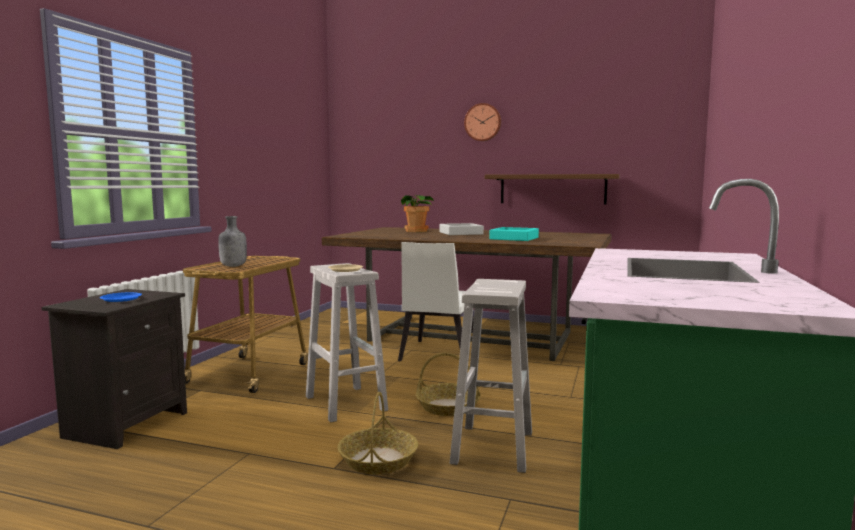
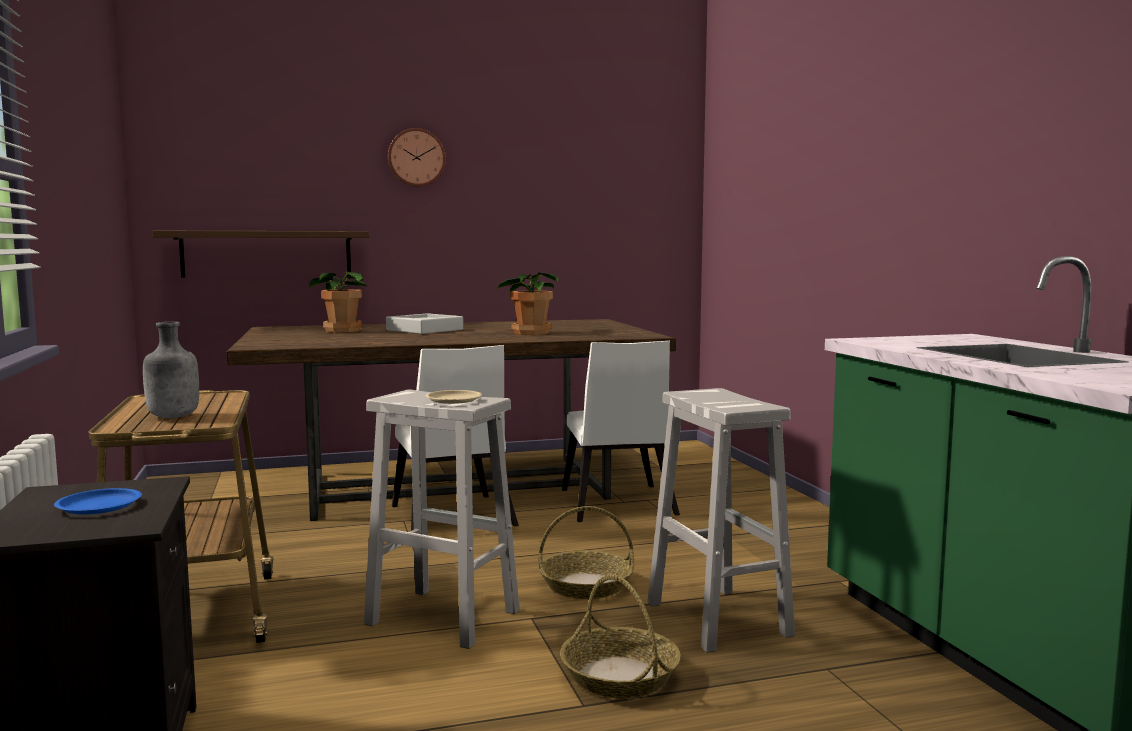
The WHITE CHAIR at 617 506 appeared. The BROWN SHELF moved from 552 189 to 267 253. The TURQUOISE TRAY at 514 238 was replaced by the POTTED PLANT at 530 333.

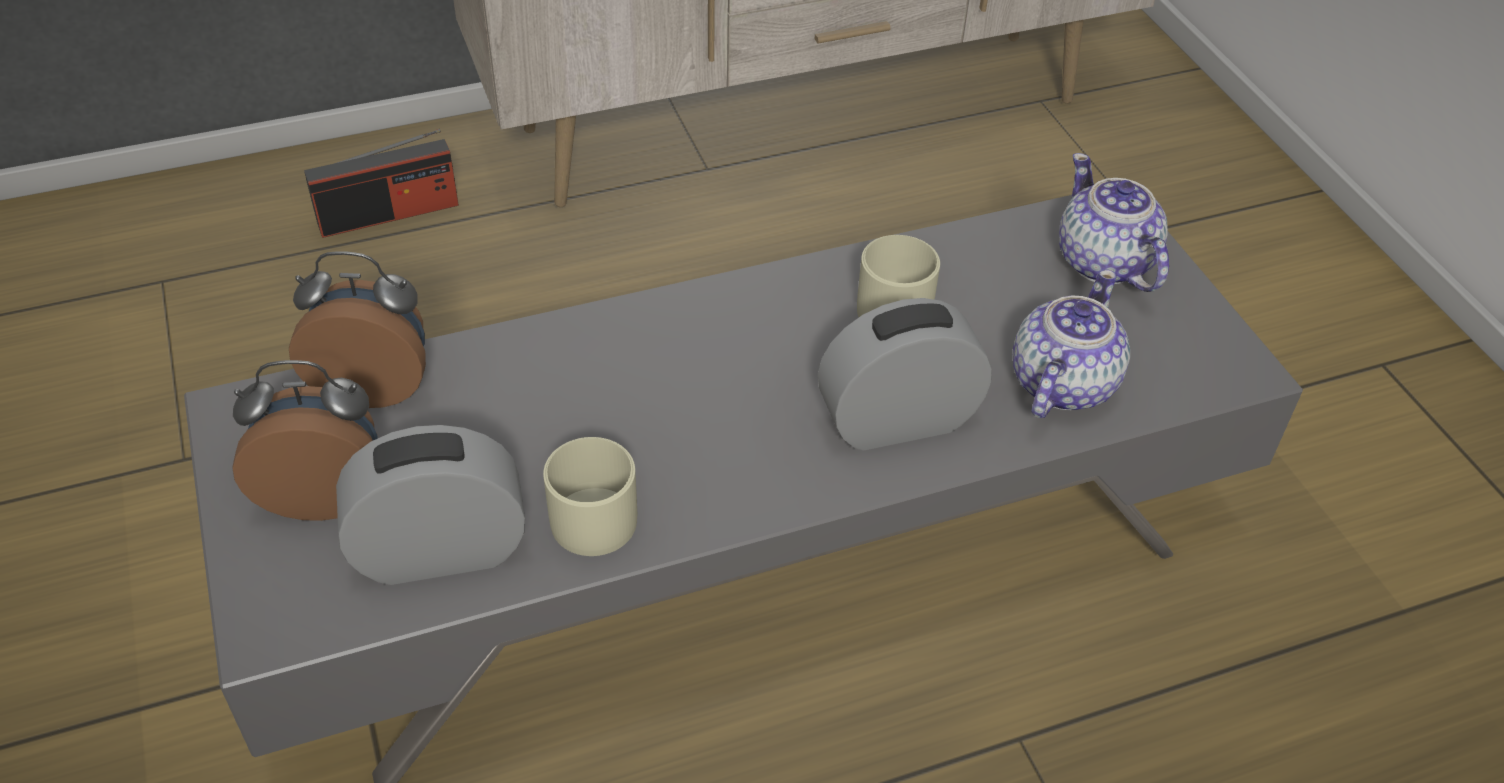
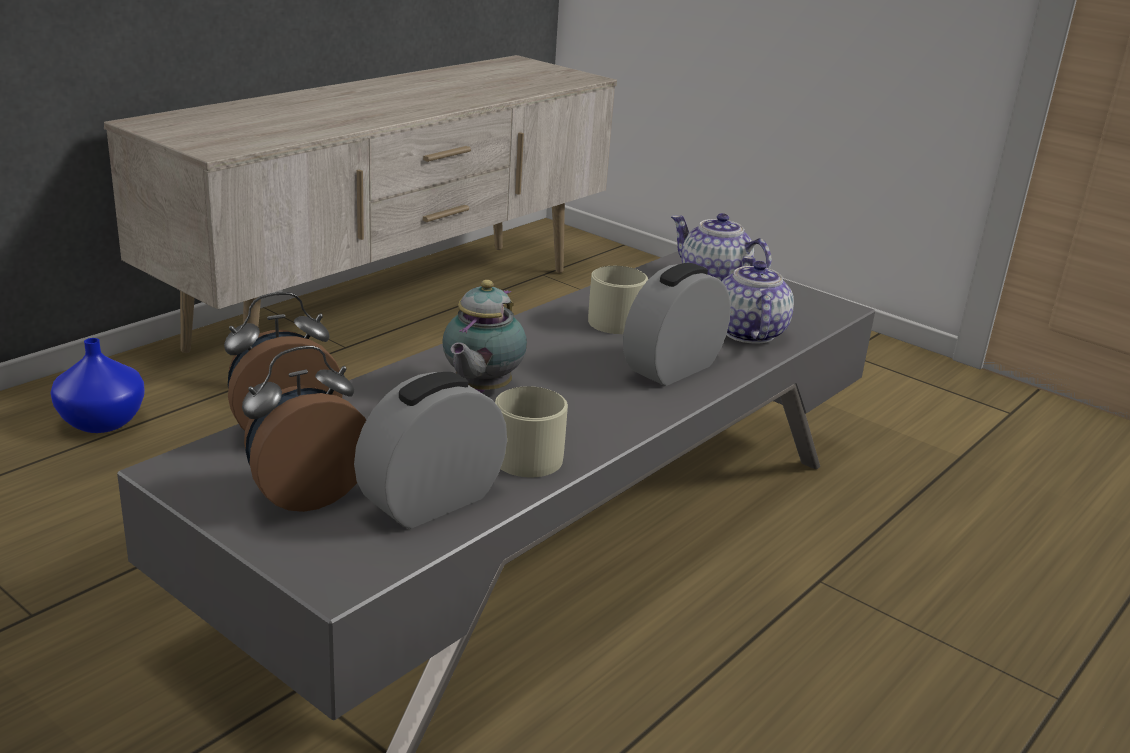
The TEAPOT at 480 390 appeared. The RADIO at 389 214 was replaced by the BLUE VASE at 102 421.

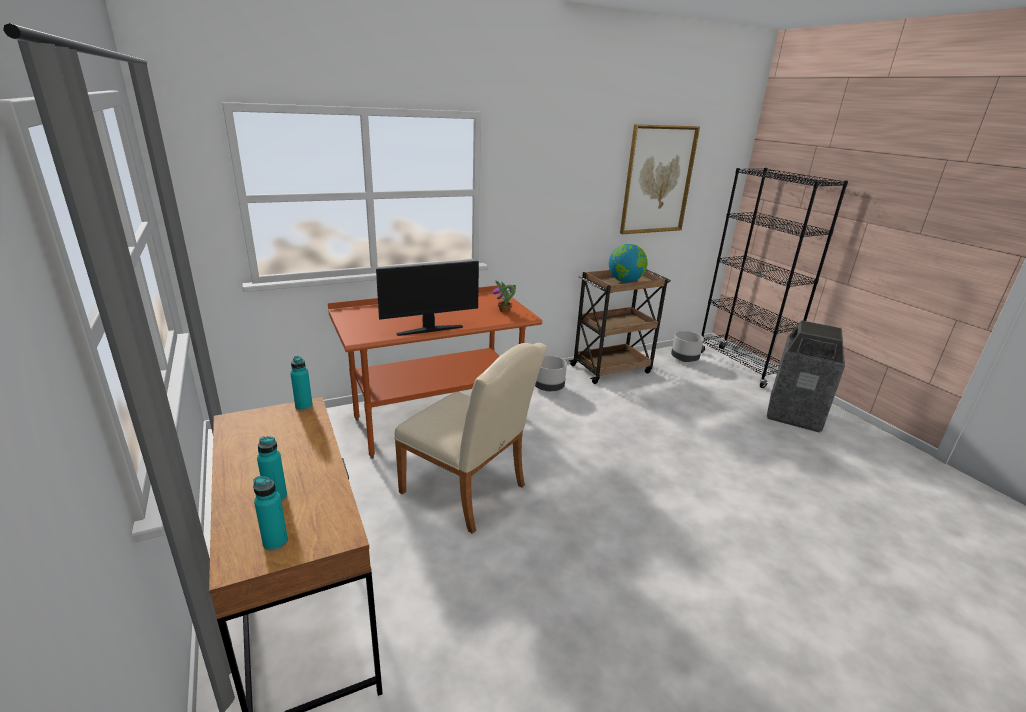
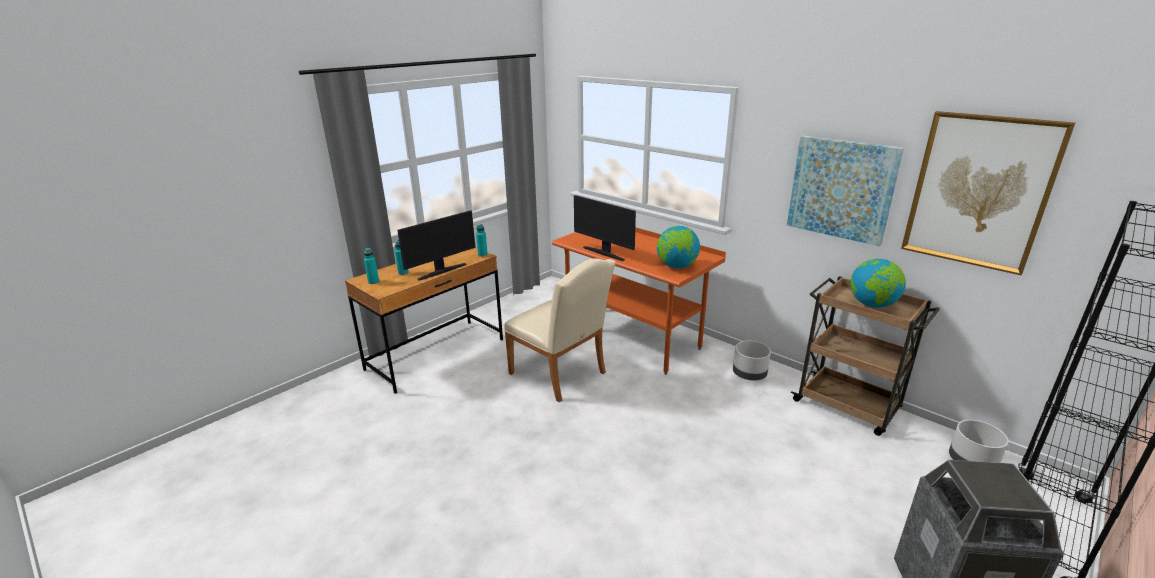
The MONITOR at 441 271 appeared. The PICTURE at 841 189 appeared. The POTTED PLANT at 504 310 was replaced by the GLOBE at 676 266. The BEIGE CHAIR at 469 492 turned 60 degrees counterclockwise.

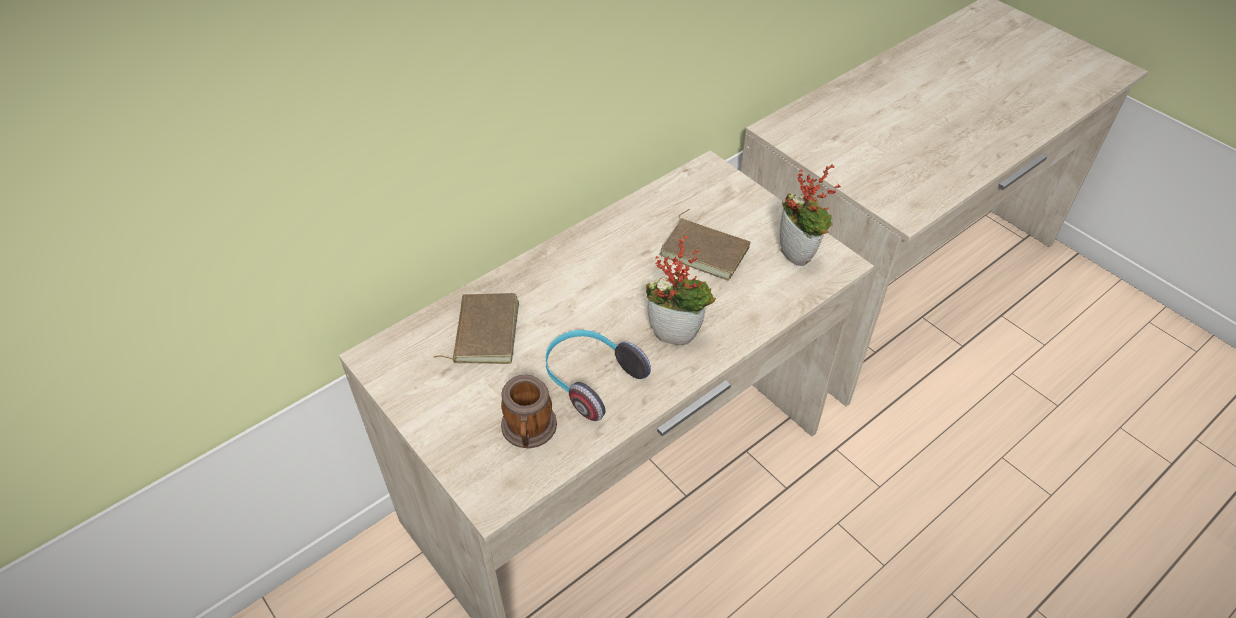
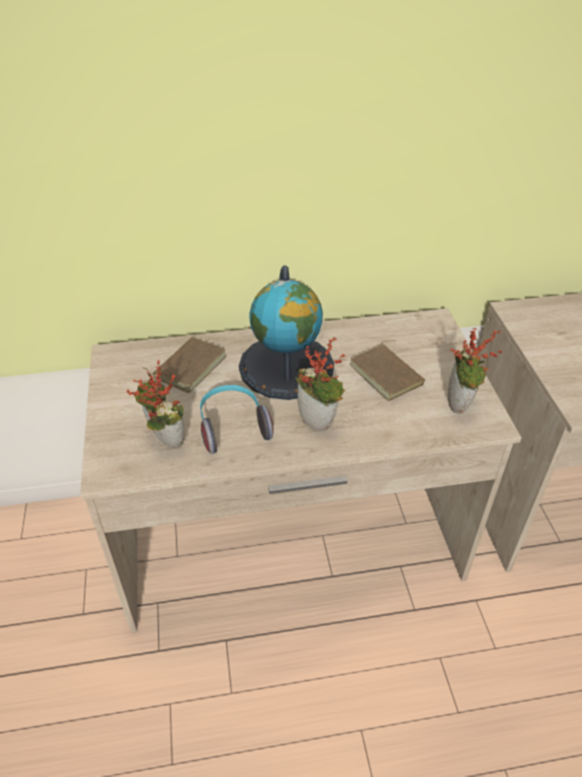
The GLOBE at 287 366 appeared. The MUG at 529 431 was replaced by the POTTED PLANT at 164 441.

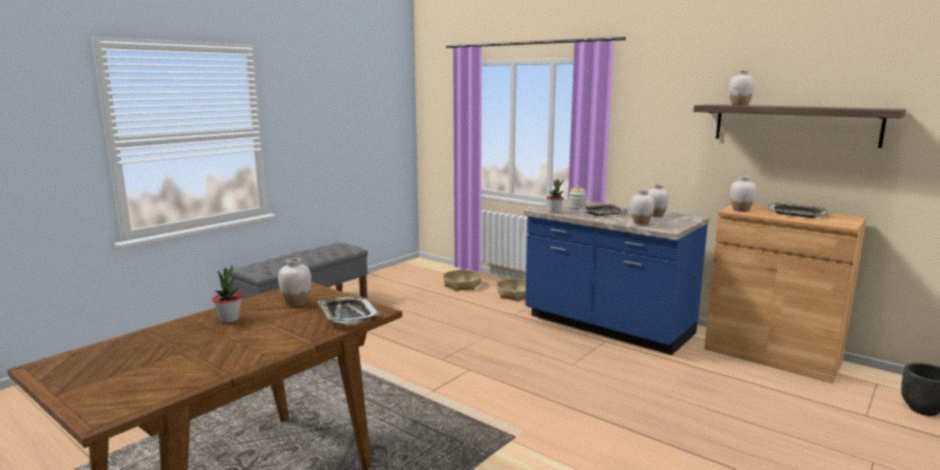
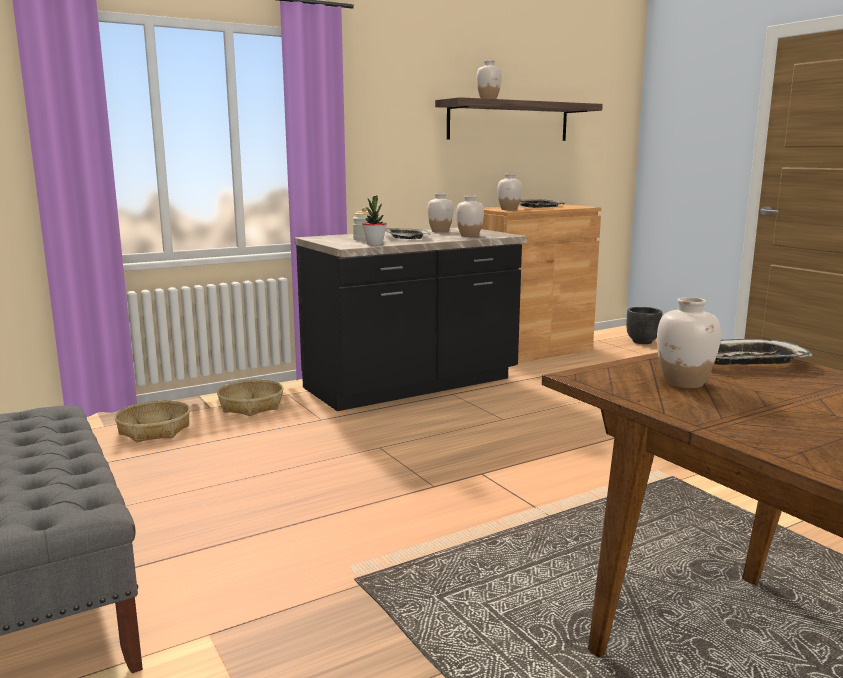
The POTTED PLANT at 229 319 disappeared. The BLUE COUNTER at 607 326 became the BLACK COUNTER at 412 385.

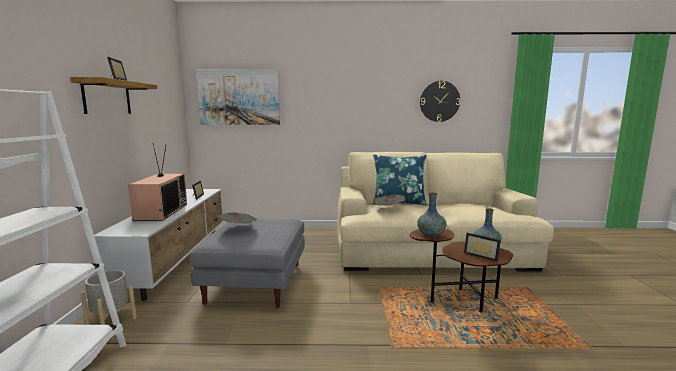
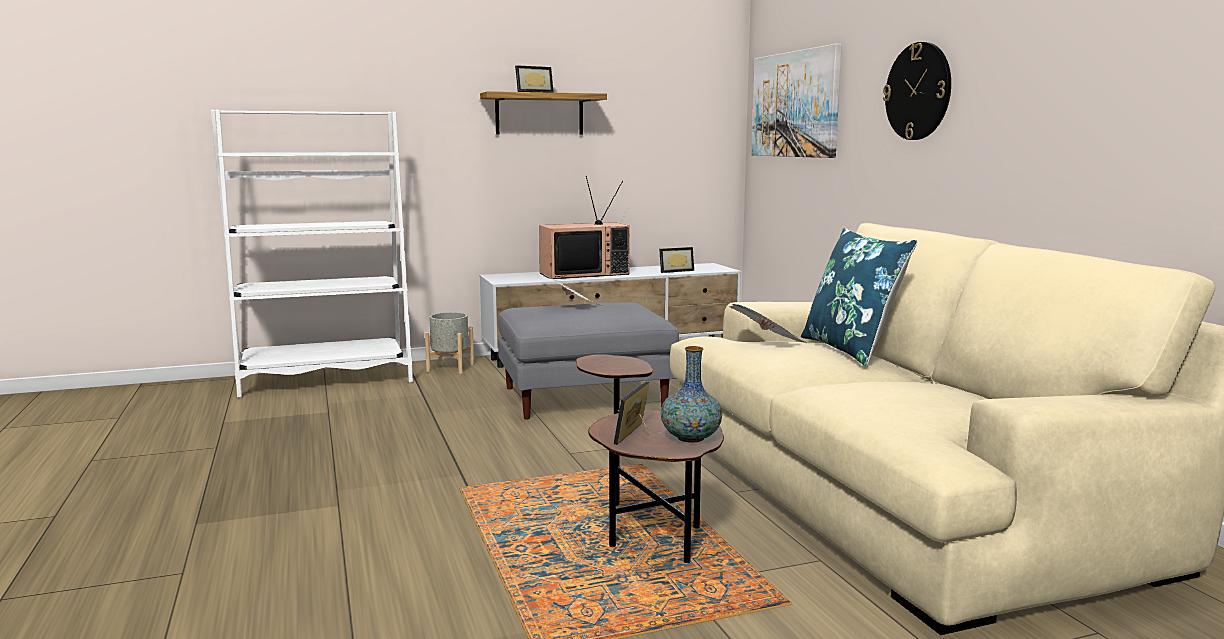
The VASE at 431 235 disappeared. The WALL CLOCK moved from 439 101 to 918 91.

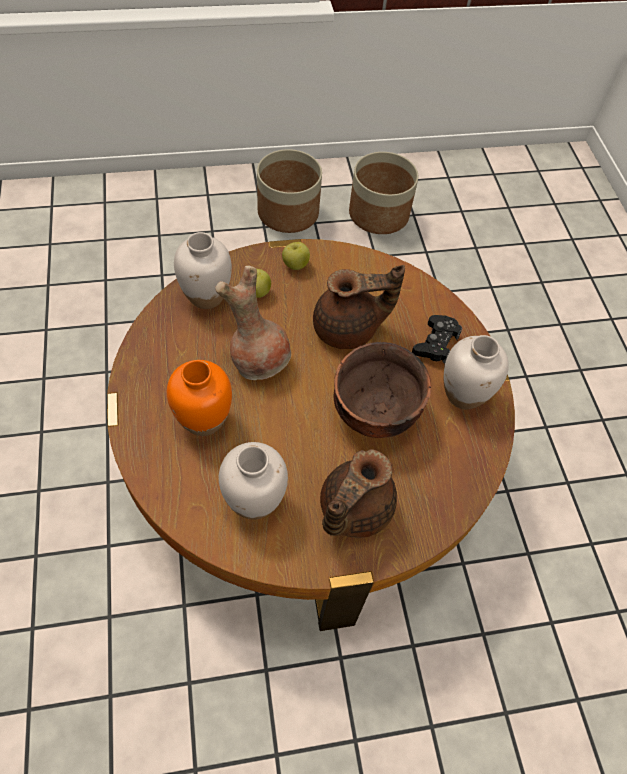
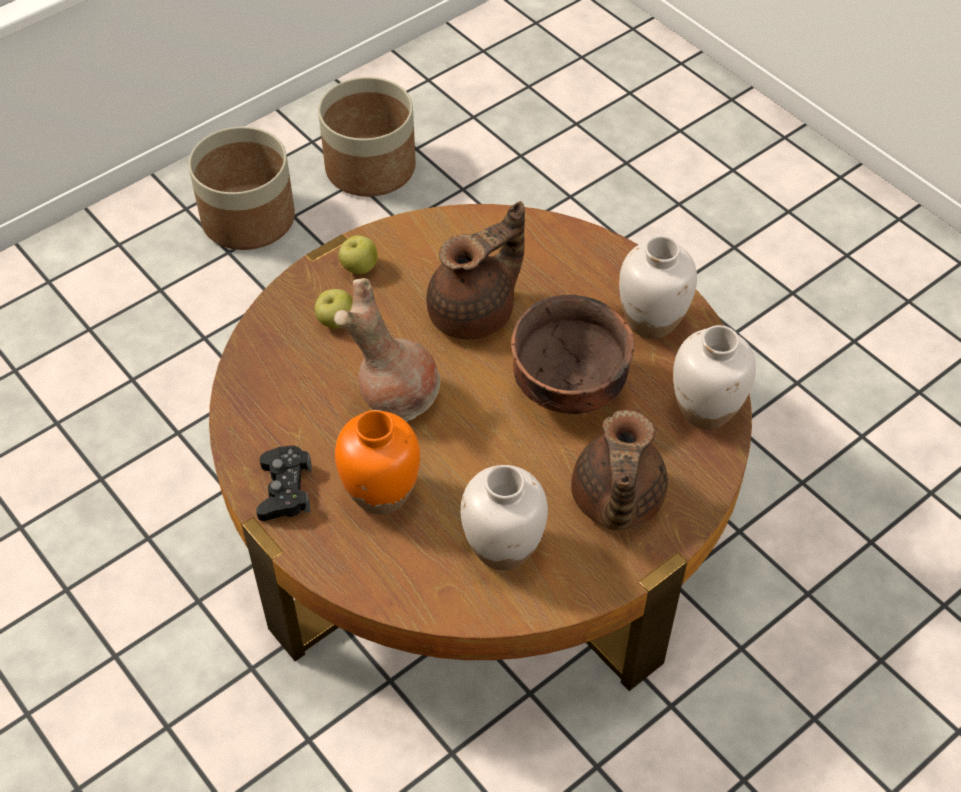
The WHITE VASE moved from 206 296 to 706 410. The BLACK GAME CONTROLLER moved from 436 343 to 285 490.

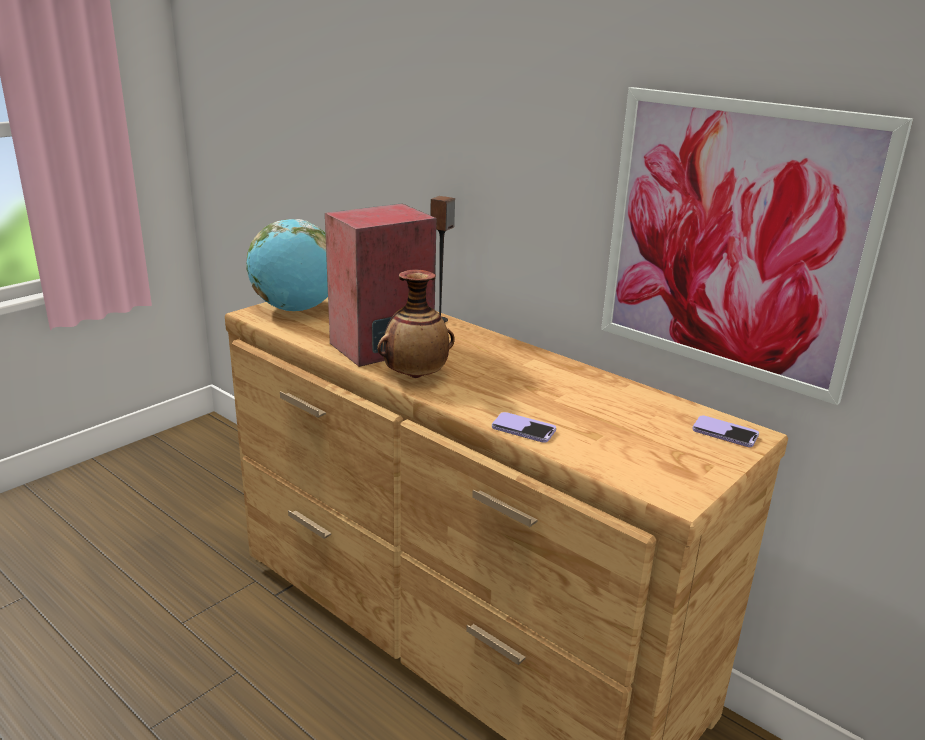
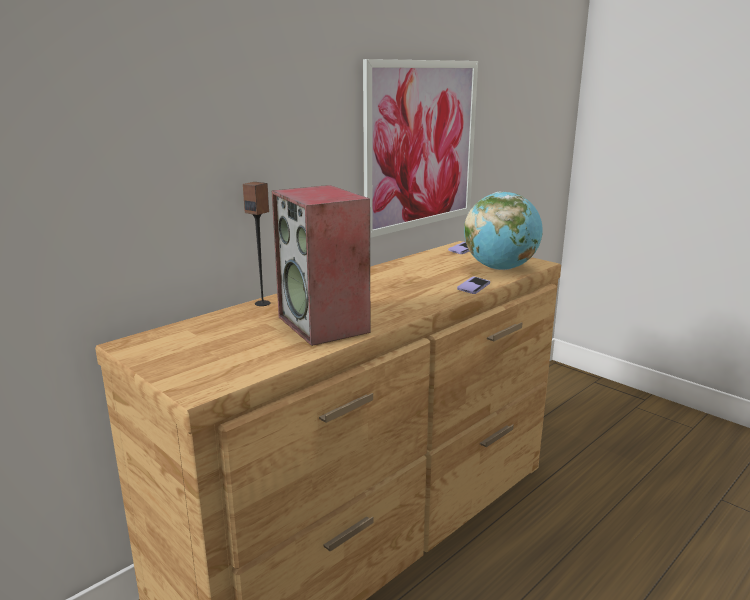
The VASE at 415 376 disappeared. The GLOBE moved from 296 309 to 500 268.

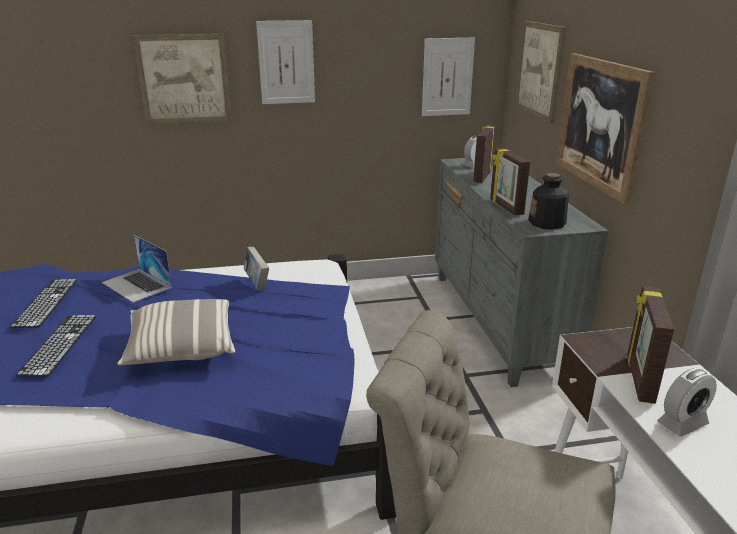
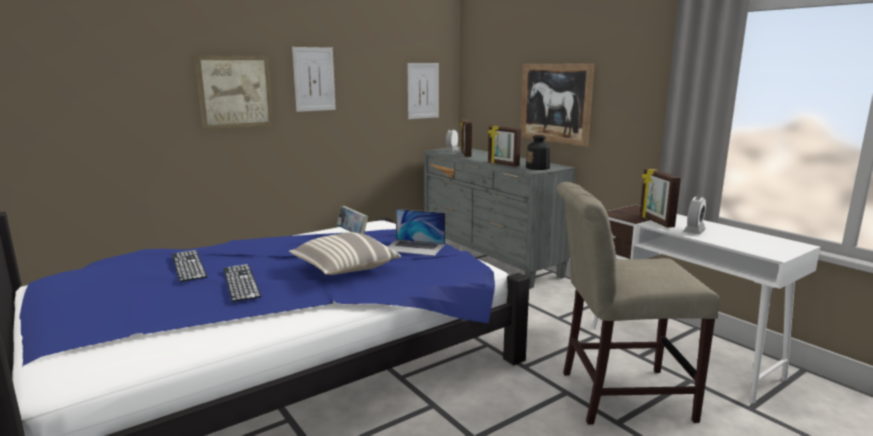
The PICTURE at 539 70 disappeared. The LAPTOP moved from 137 285 to 415 247.

